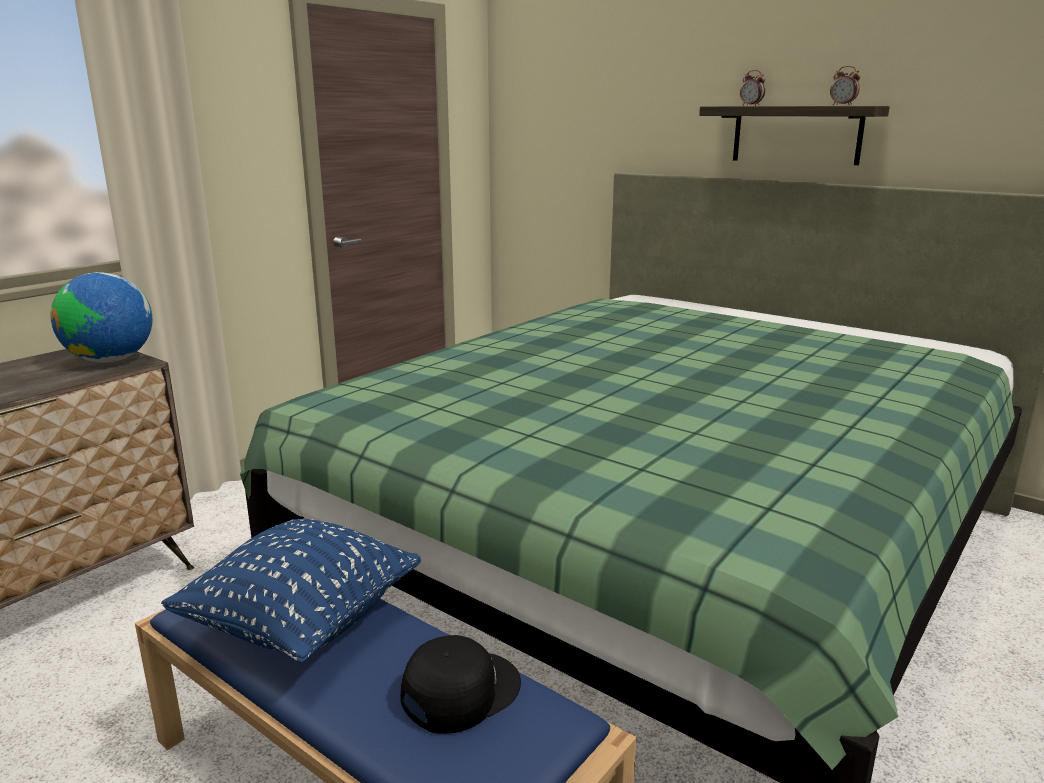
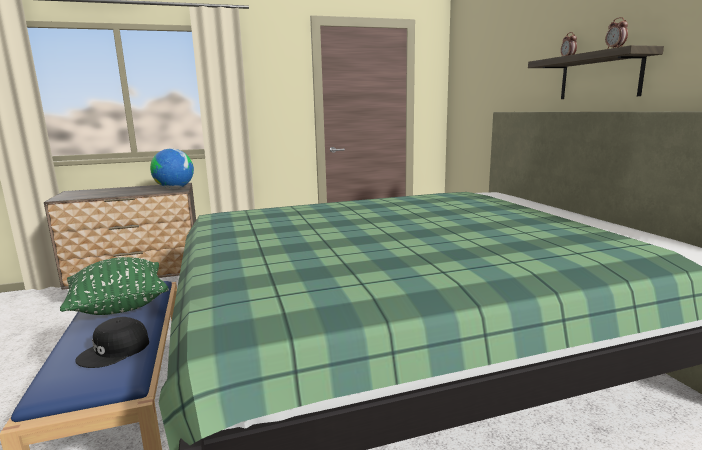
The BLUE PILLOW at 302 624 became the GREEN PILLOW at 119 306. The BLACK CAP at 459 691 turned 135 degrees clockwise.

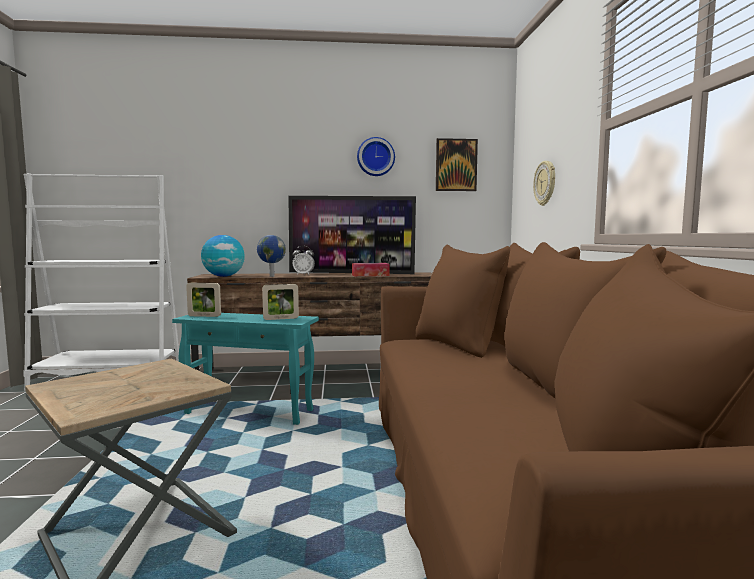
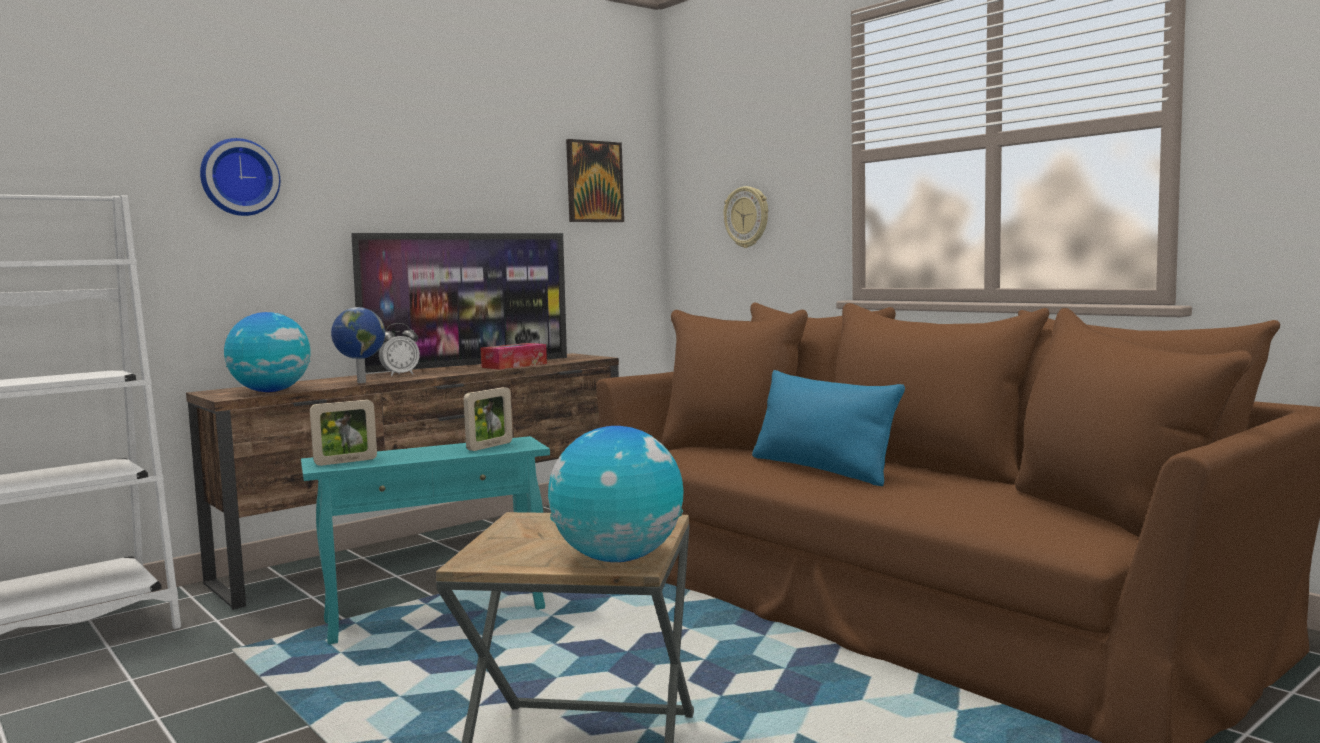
The GLOBE at 618 559 appeared. The BLUE PILLOW at 821 469 appeared. The WALL CLOCK moved from 375 157 to 238 177.

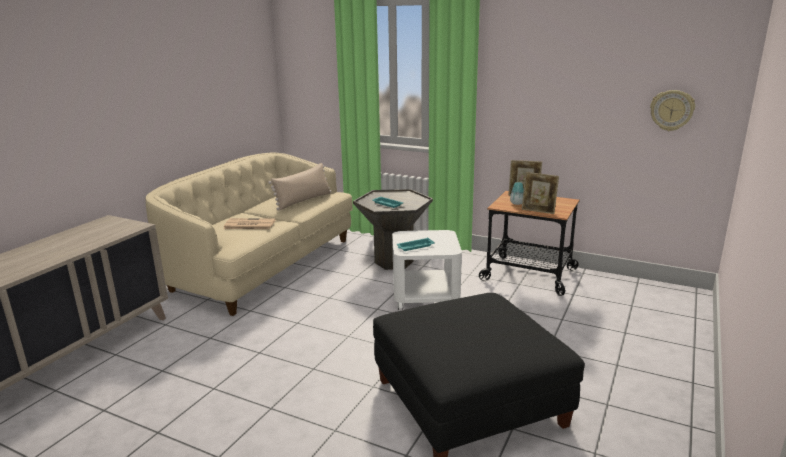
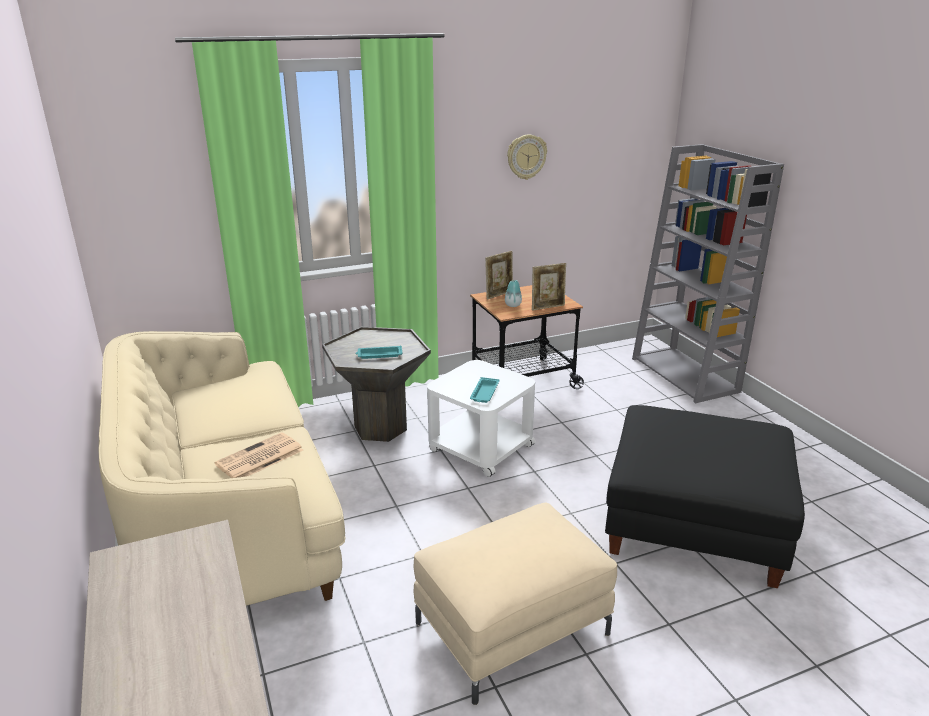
The BEIGE PILLOW at 303 200 disappeared. The BEIGE OTTOMAN at 512 628 appeared. The GREY BOOKCASE at 685 375 appeared. The WALL CLOCK moved from 671 110 to 526 157.

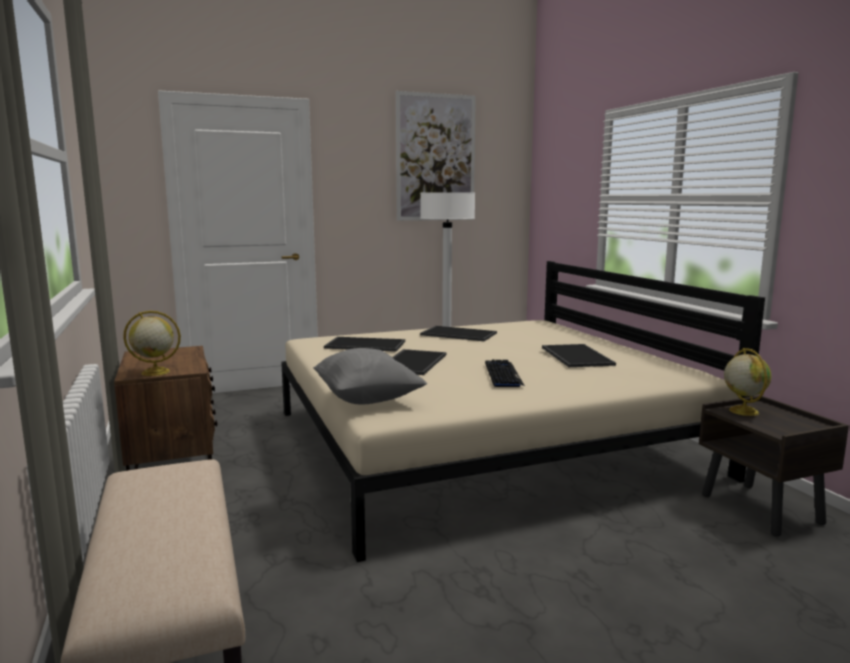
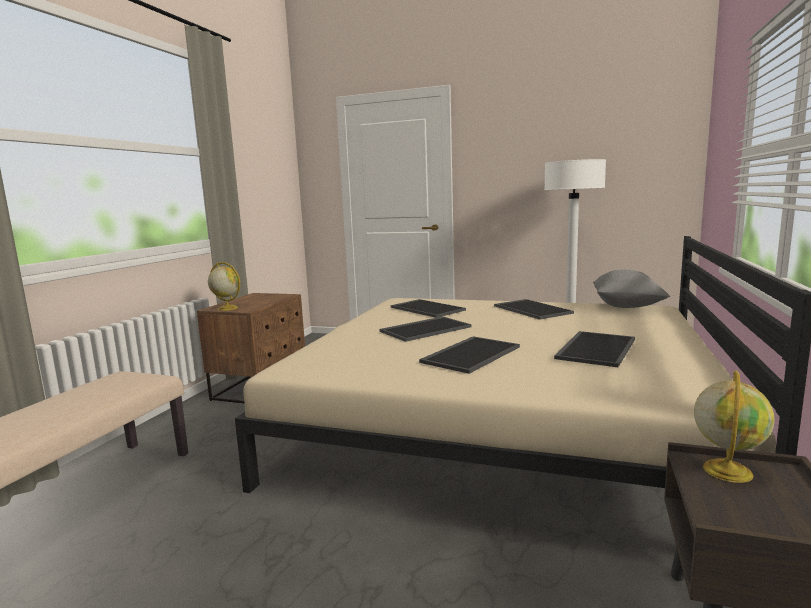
The PICTURE at 435 158 disappeared. The GREY PILLOW moved from 367 400 to 626 306. The KEYBOARD at 502 375 was replaced by the TRAY at 470 354.

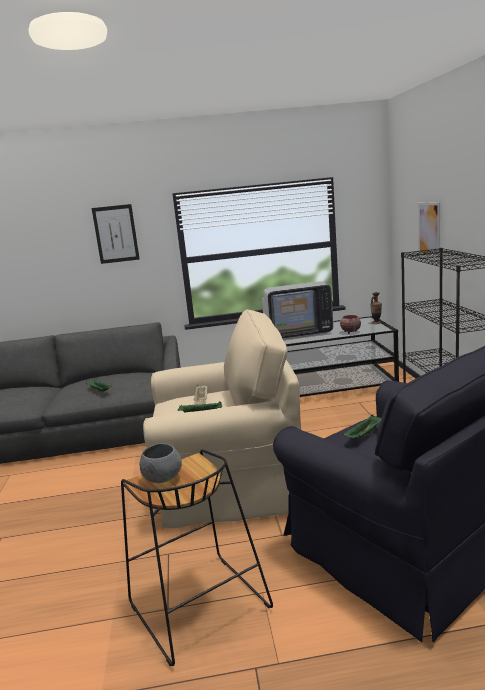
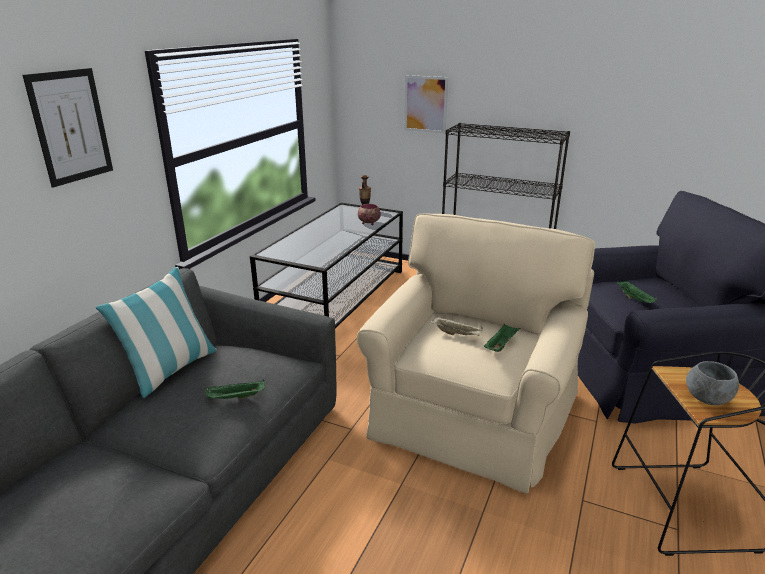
The TELEVISION at 298 333 disappeared. The PILLOW at 170 370 appeared.

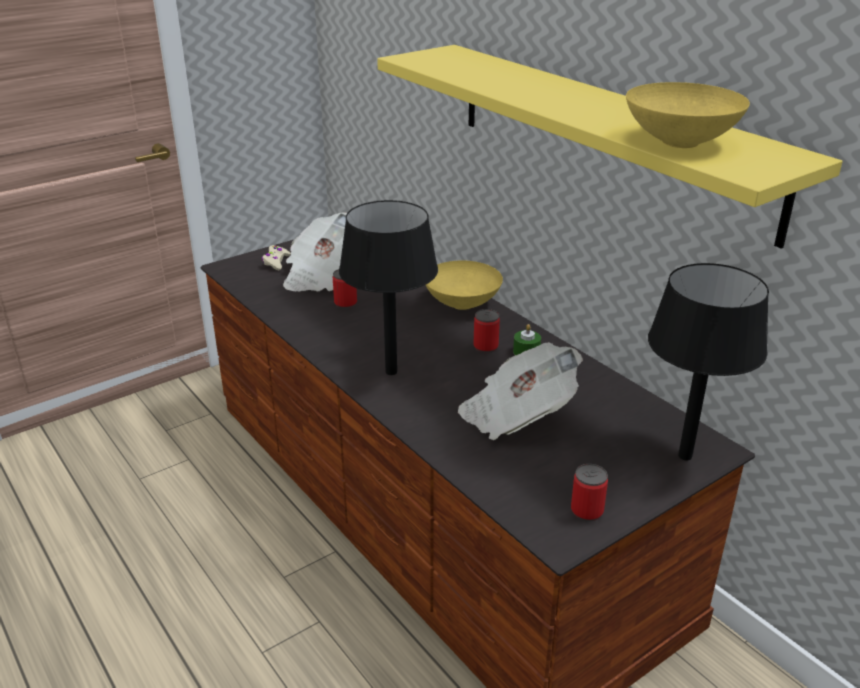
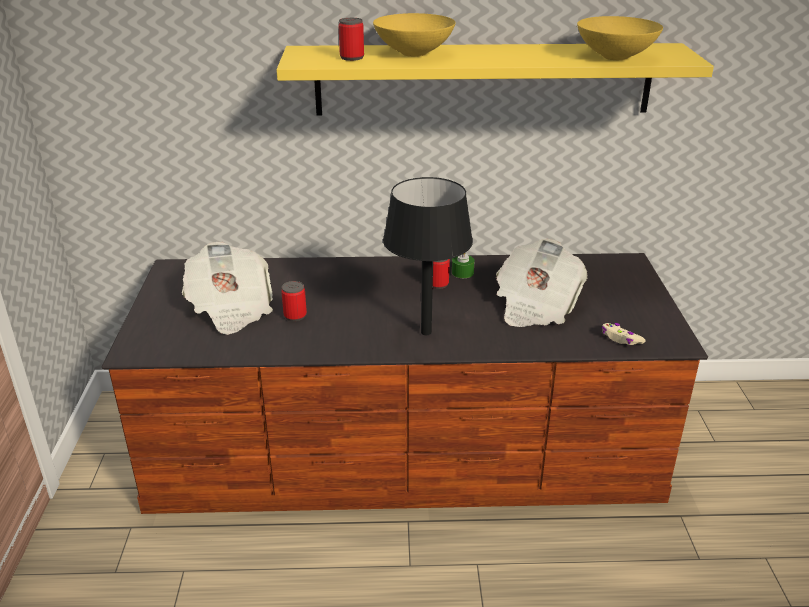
The BLACK TABLE LAMP at 684 456 disappeared. The BEIGE GAME CONTROLLER moved from 276 262 to 621 339. The YELLOW BOWL moved from 461 304 to 413 54. The CAN moved from 586 511 to 352 57.

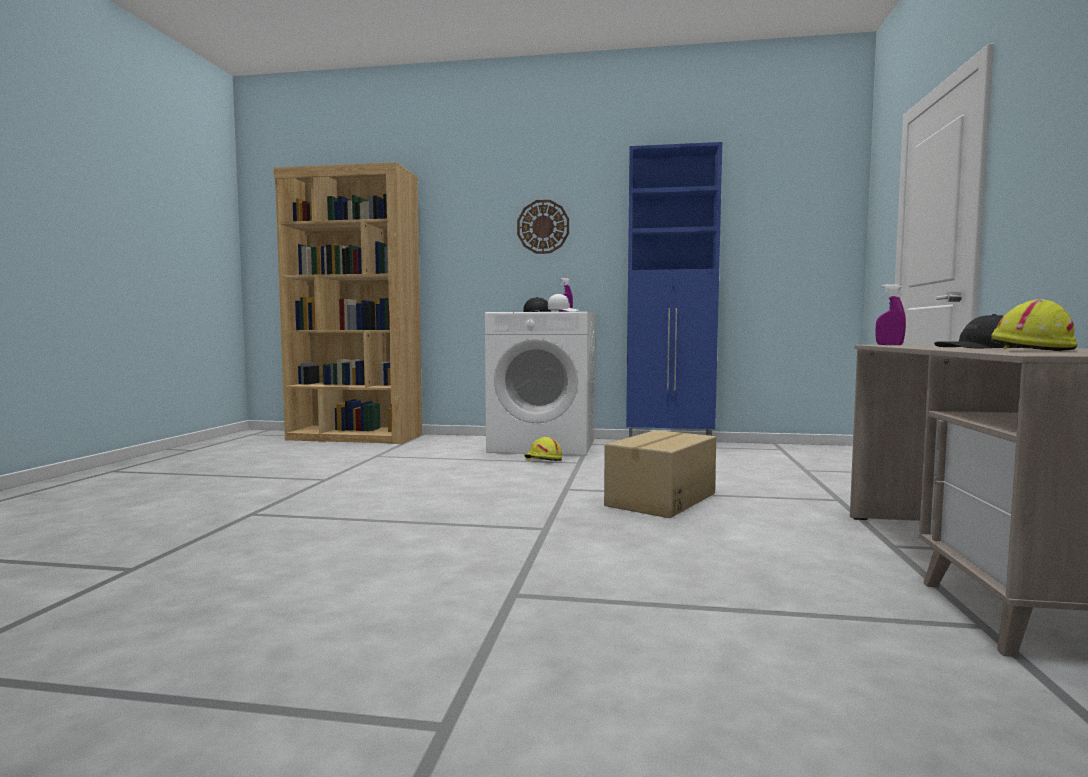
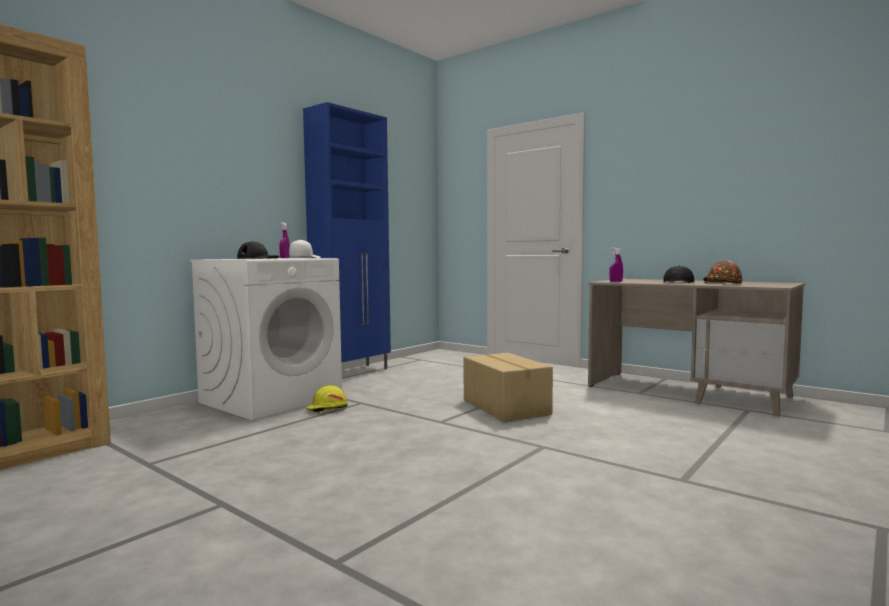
The WALL CLOCK at 543 227 disappeared. The YELLOW HARD HAT at 1032 350 became the BROWN HARD HAT at 721 283.

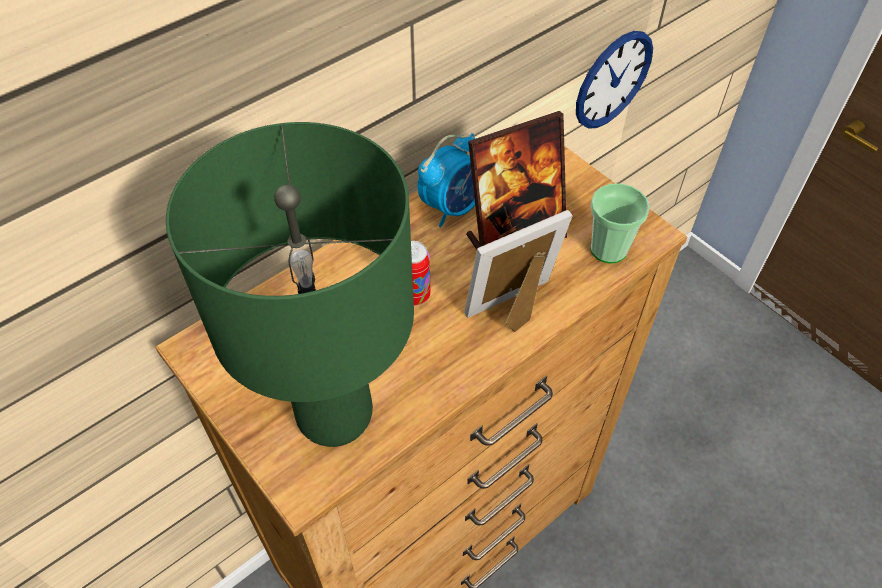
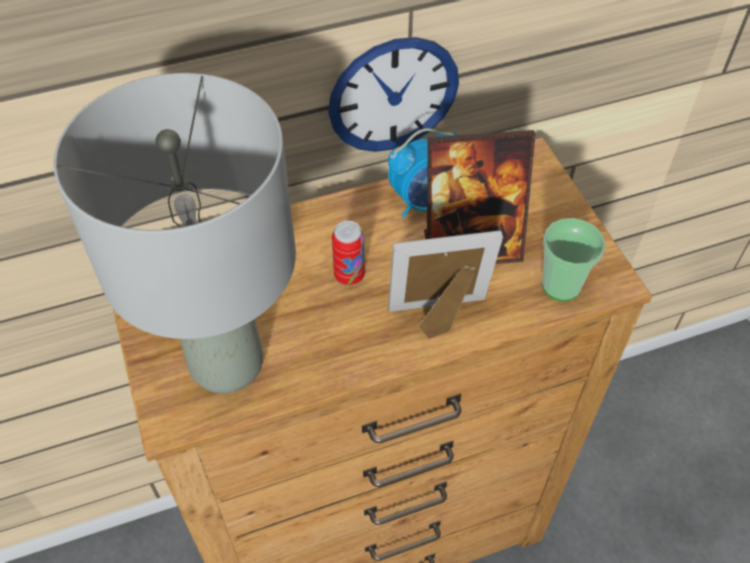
The WALL CLOCK moved from 613 80 to 393 95. The GREEN TABLE LAMP at 335 416 became the GREY TABLE LAMP at 226 365.

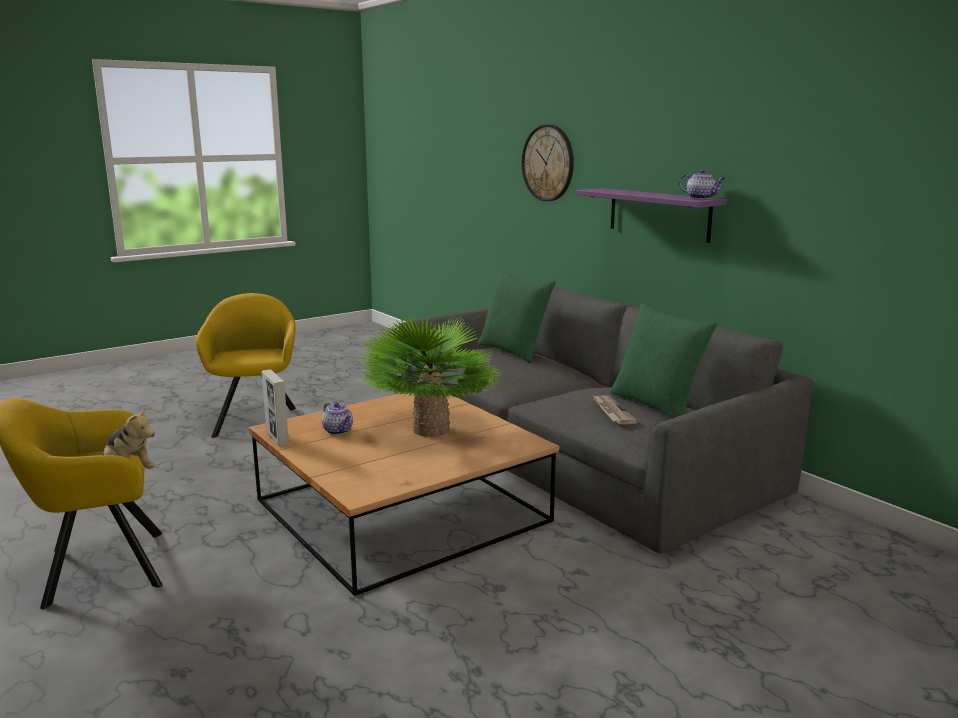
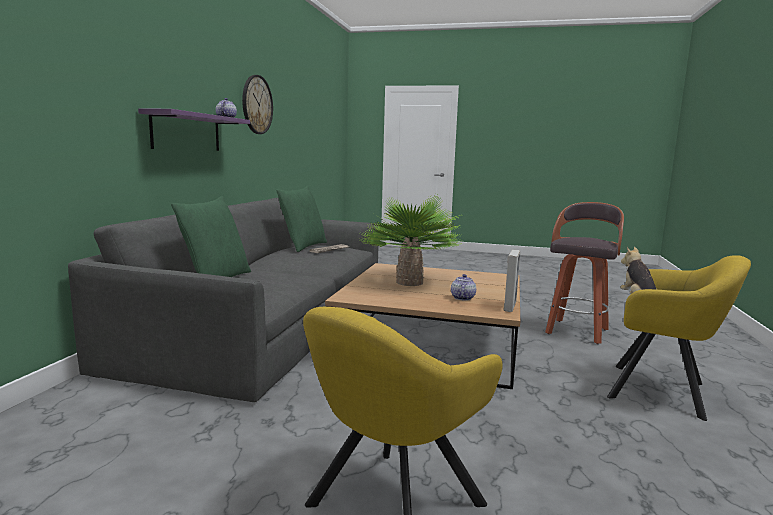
The STOOL at 577 331 appeared. The WALL CLOCK moved from 548 163 to 257 104.

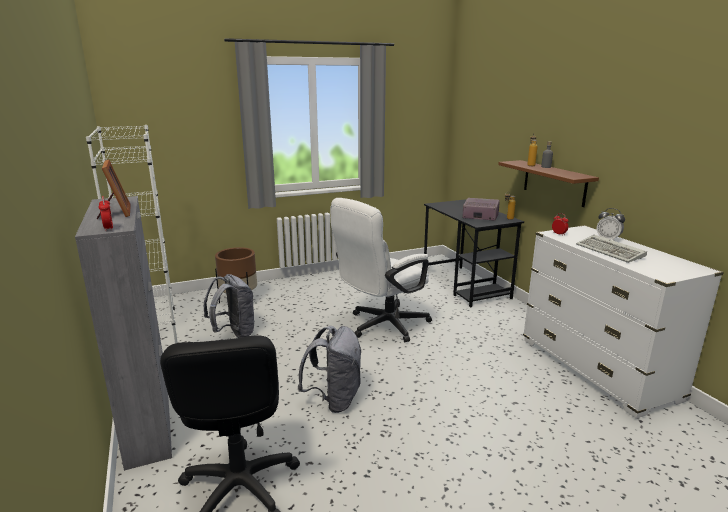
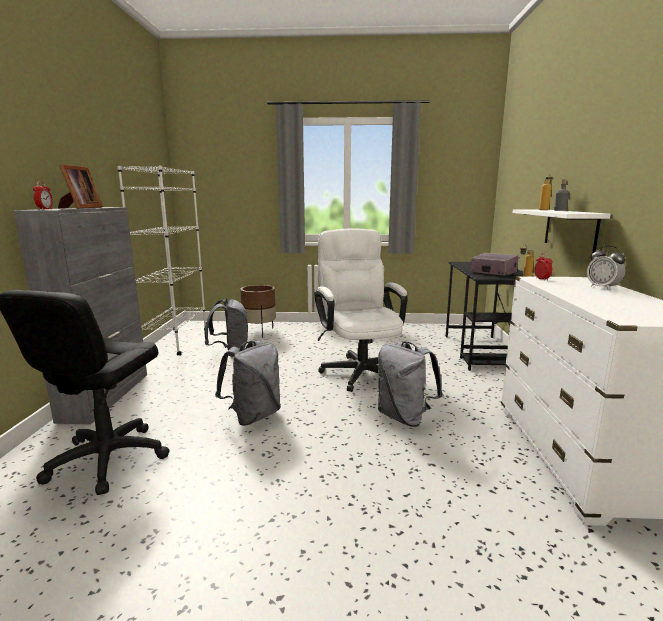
The KEYBOARD at 611 252 disappeared. The GREY BACKPACK at 404 417 appeared. The BROWN SHELF at 554 183 became the WHITE SHELF at 570 229. The WHITE OFFICE CHAIR at 382 326 turned 90 degrees clockwise.

